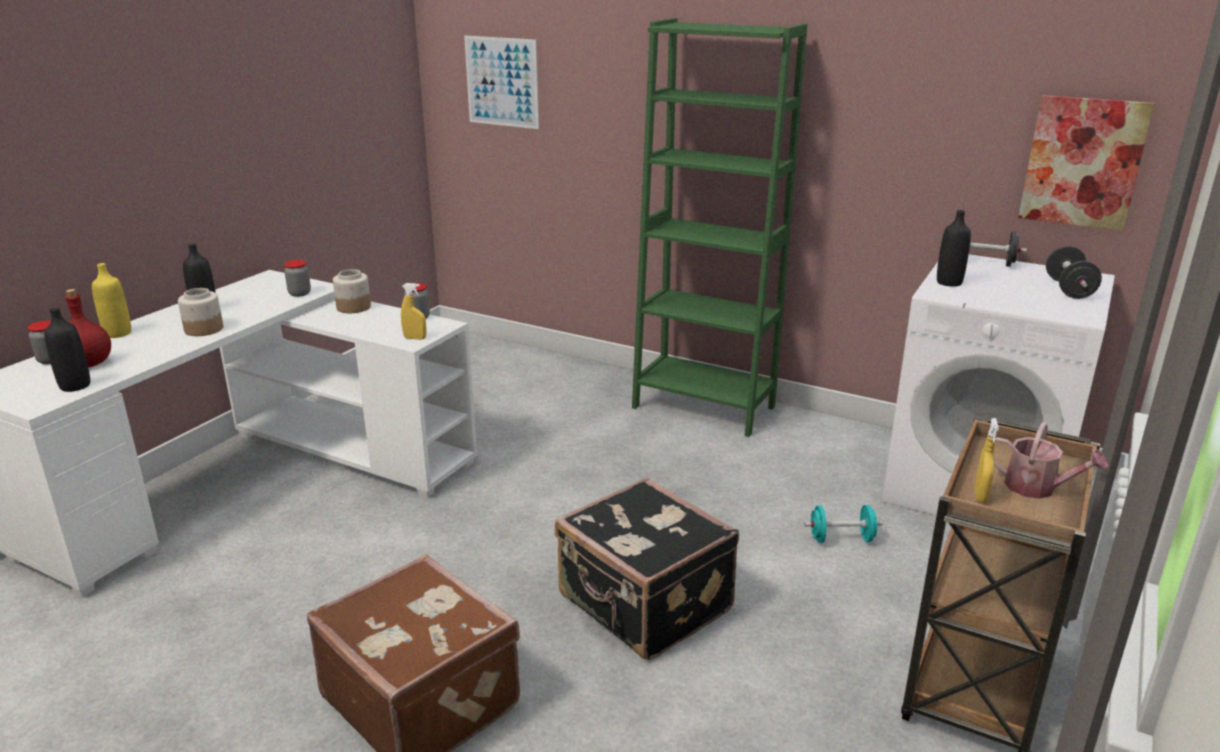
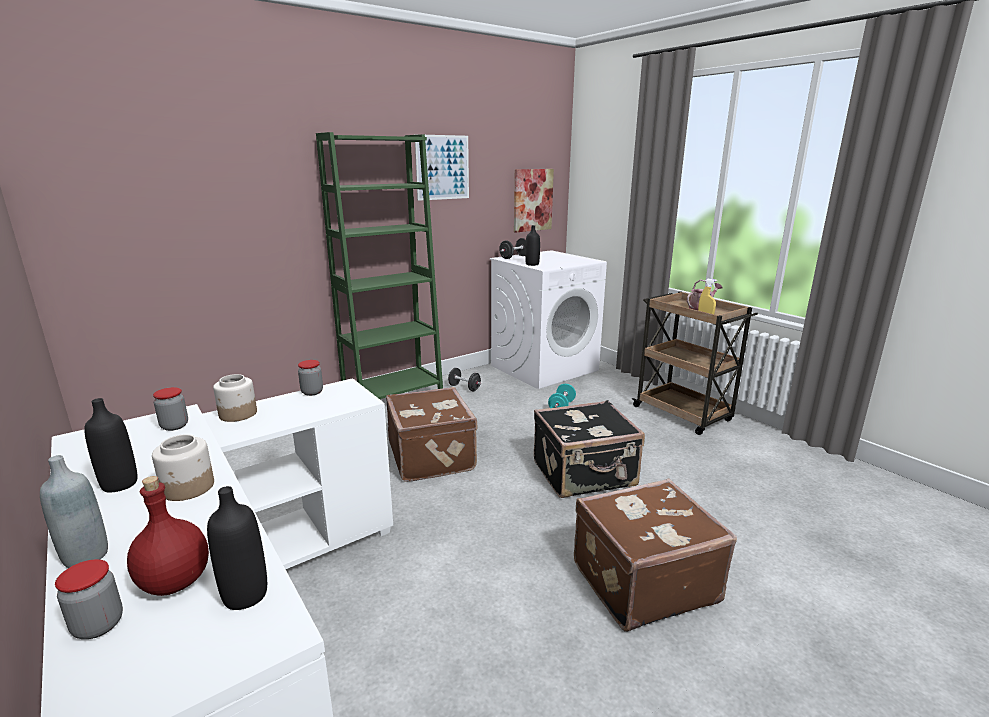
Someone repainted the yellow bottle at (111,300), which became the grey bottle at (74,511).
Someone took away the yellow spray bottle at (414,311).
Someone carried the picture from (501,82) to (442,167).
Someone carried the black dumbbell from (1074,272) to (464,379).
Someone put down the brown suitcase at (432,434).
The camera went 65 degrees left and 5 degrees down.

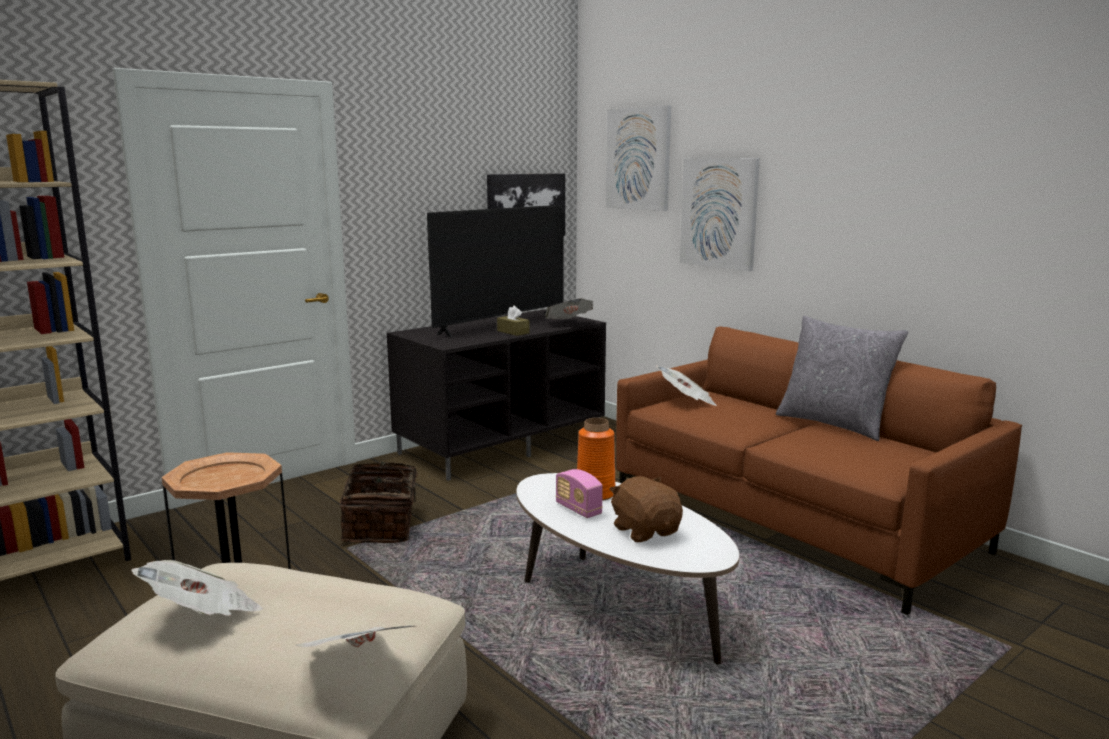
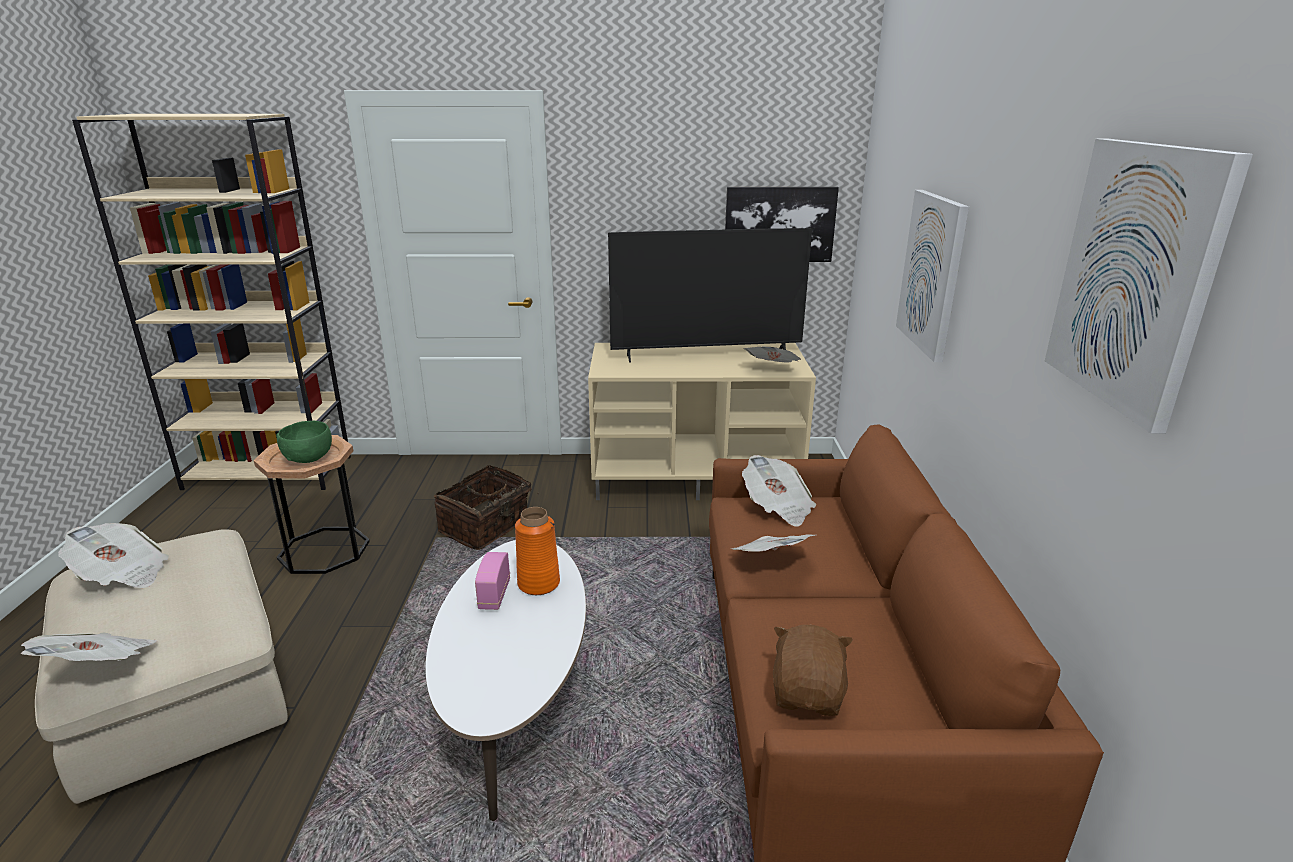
Someone repainted the black tv stand at (496,395), which became the beige tv stand at (702,421).
Someone took away the brown tissue box at (513,321).
Someone carried the picture from (638,158) to (1149,286).
Someone carried the brown plush toy from (646,509) to (813,670).
Someone took away the grey pillow at (842,378).
Someone put down the green bowl at (304,442).
Someone put down the newspaper at (773,543).
The camera went 40 degrees right and 10 degrees up.

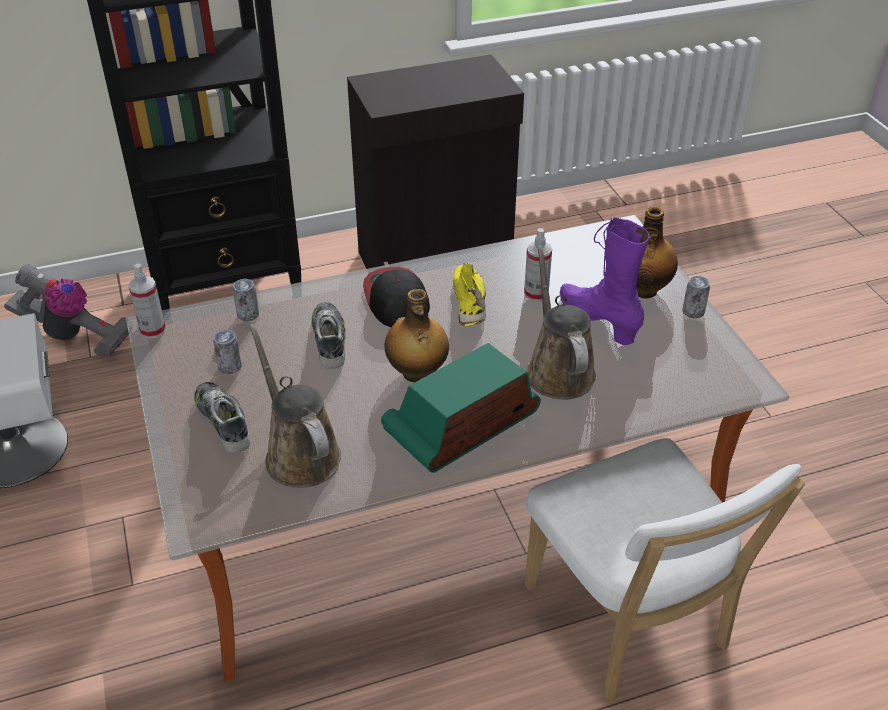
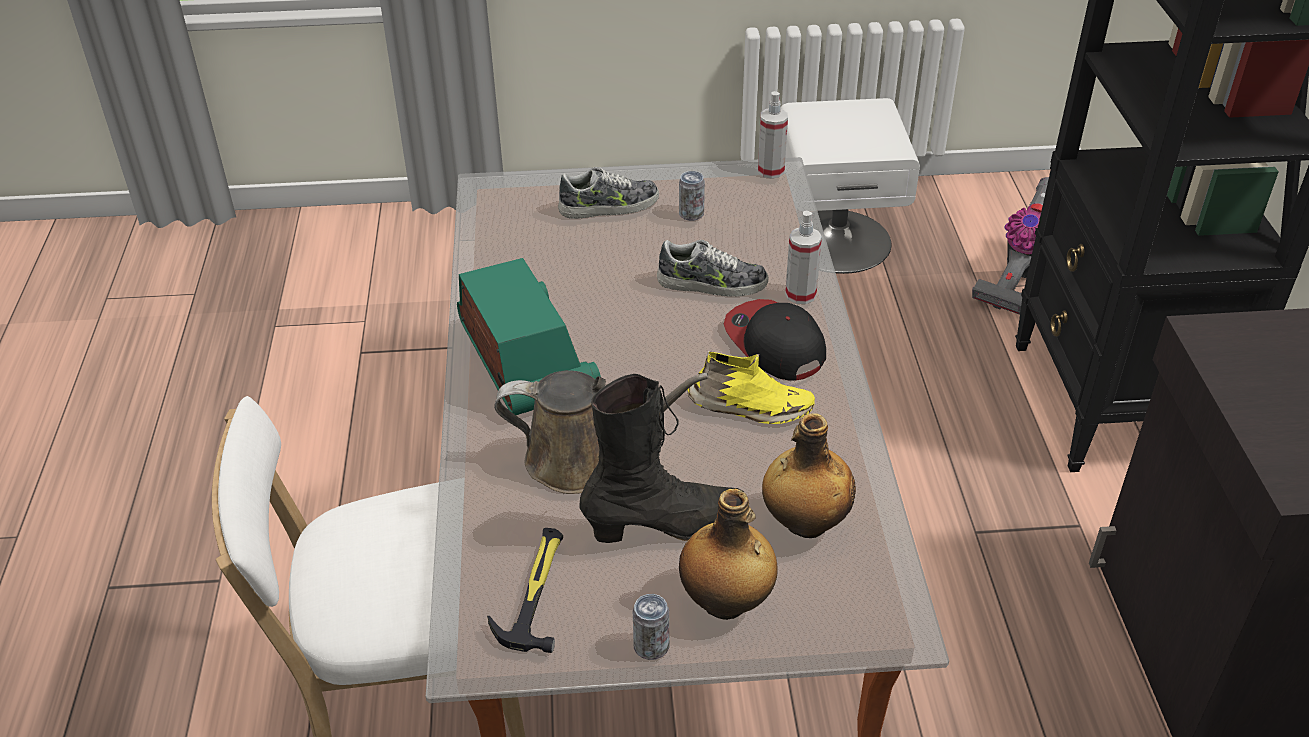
Someone took away the can at (246,300).
Someone took away the brown watering can at (295,406).
Someone rotated the cap at (396,297) by 120 degrees counterclockwise.
Someone carried the bottle from (416,335) to (809,475).
Someone carried the spray bottle from (538,265) to (803,257).
Someone repainted the purple boot at (605,281), which became the black boot at (662,458).
Someone put down the hammer at (525,590).
The camera went 105 degrees right and 0 degrees up.

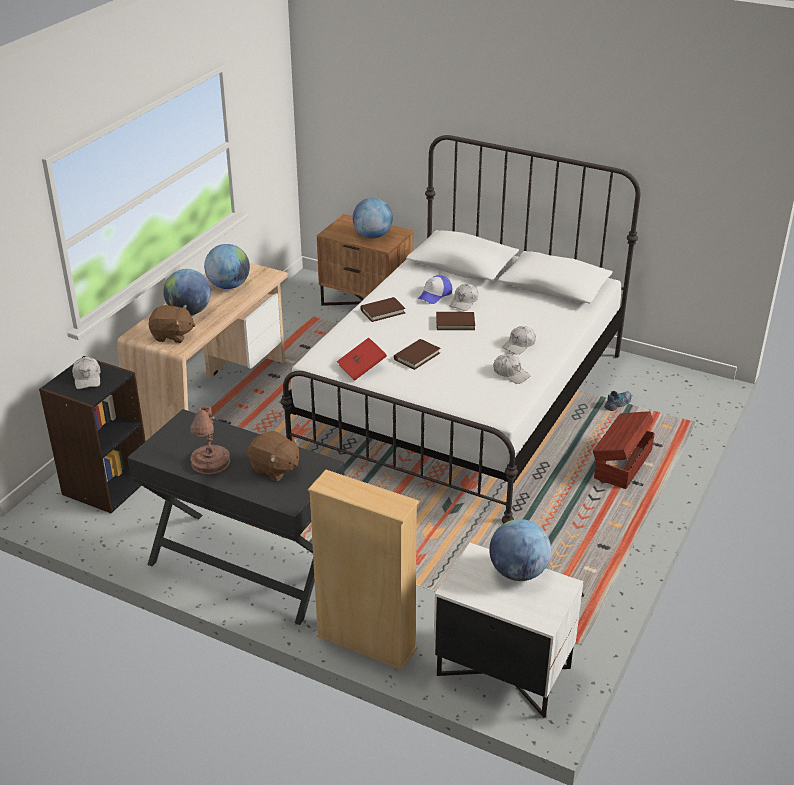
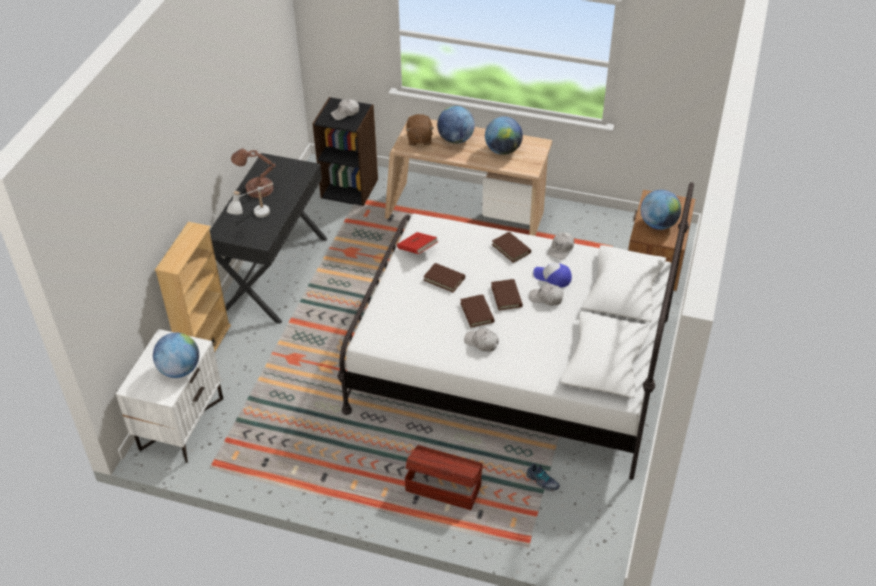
Someone swapped the brown plush toy at (273,456) for the white table lamp at (250,200).
Someone carried the white cap from (512,369) to (561,246).
Someone put down the brown book at (477,311).
The camera went 80 degrees right and 10 degrees up.

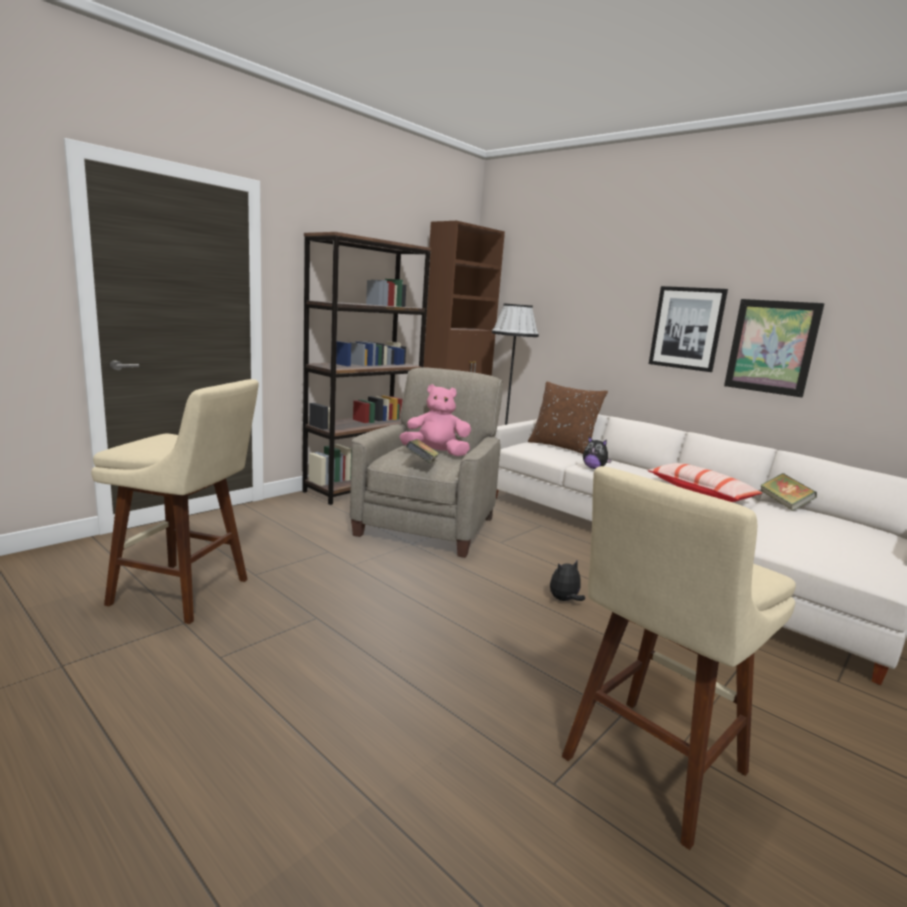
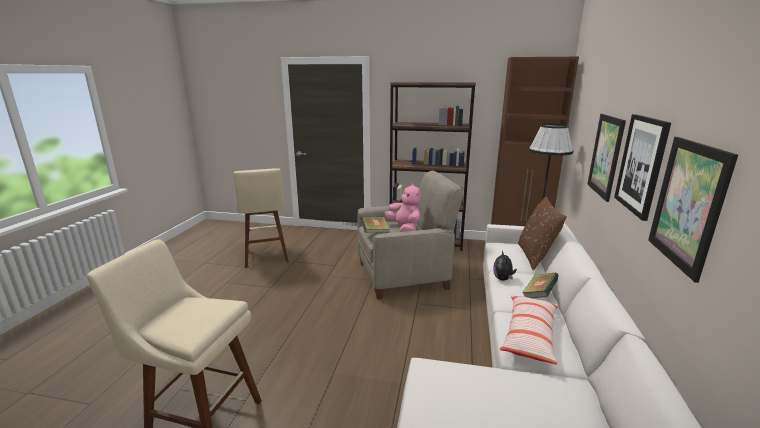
Someone took away the plush toy at (567,580).
Someone carried the book from (788,492) to (540,285).
Someone put up the picture at (606,158).
The camera went 60 degrees right and 5 degrees up.

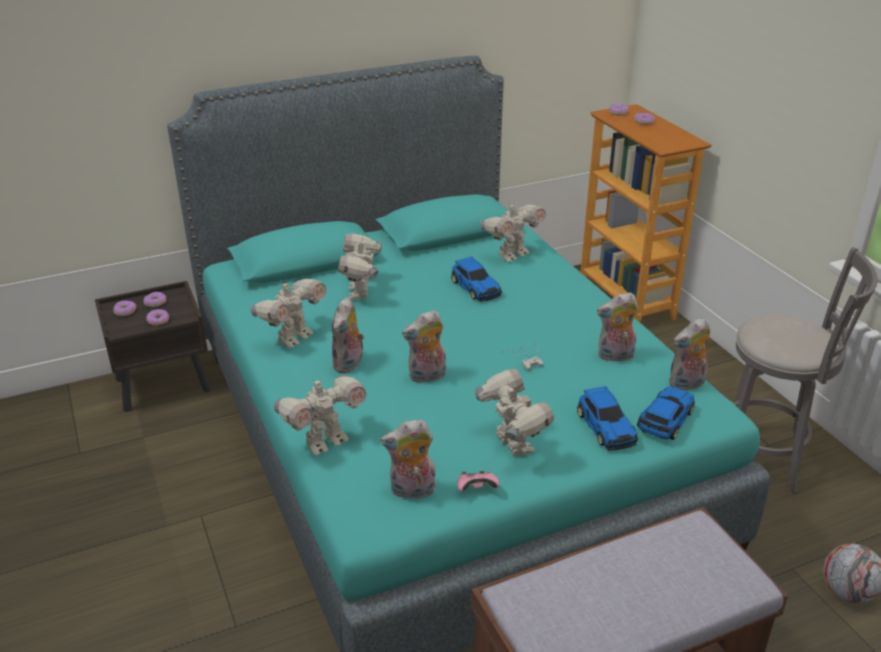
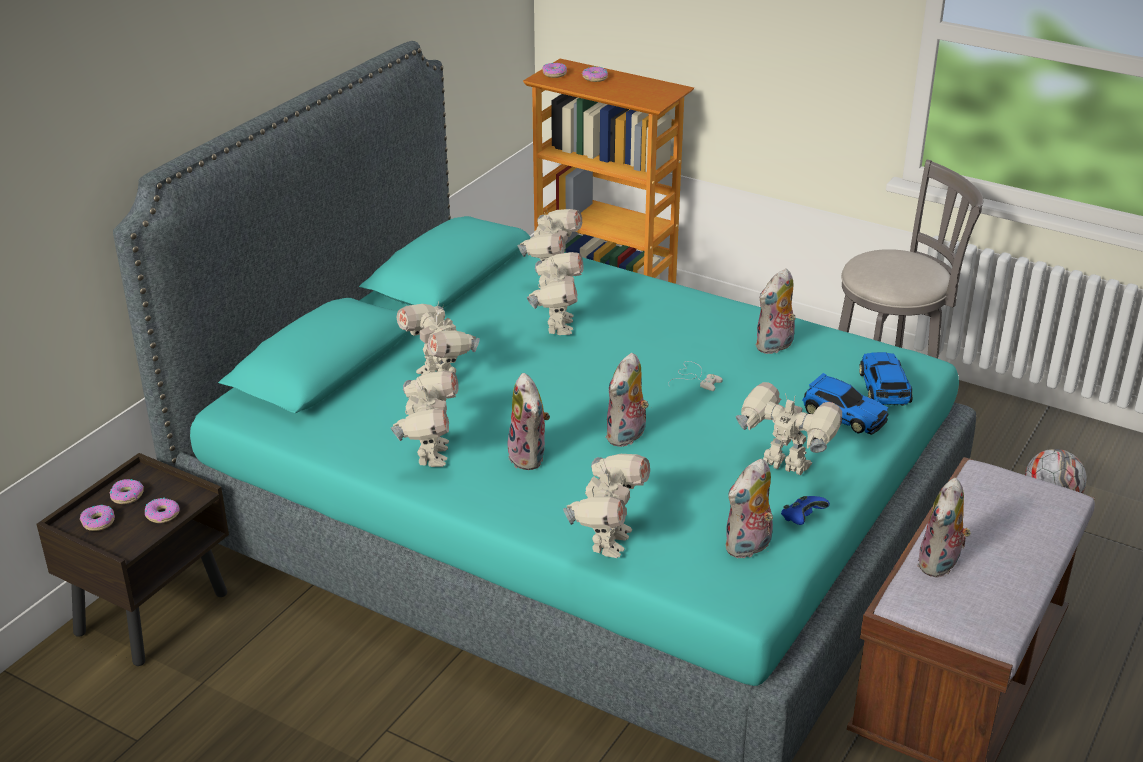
Someone swapped the toy car at (476,279) for the toy robot at (555,293).
Someone repainted the pink game controller at (479,481), which became the blue game controller at (805,510).
Someone carried the plush toy from (689,354) to (944,528).
The camera went 35 degrees left and 0 degrees up.

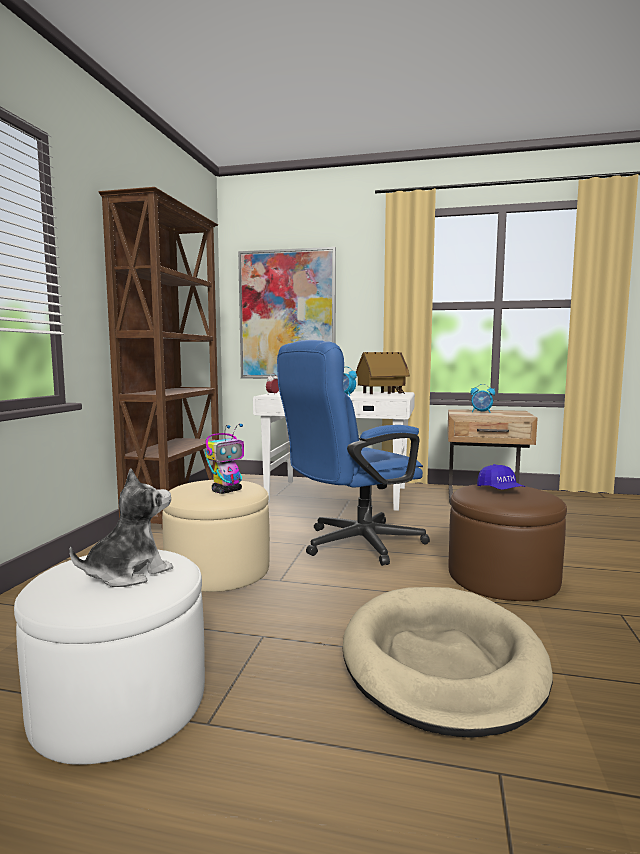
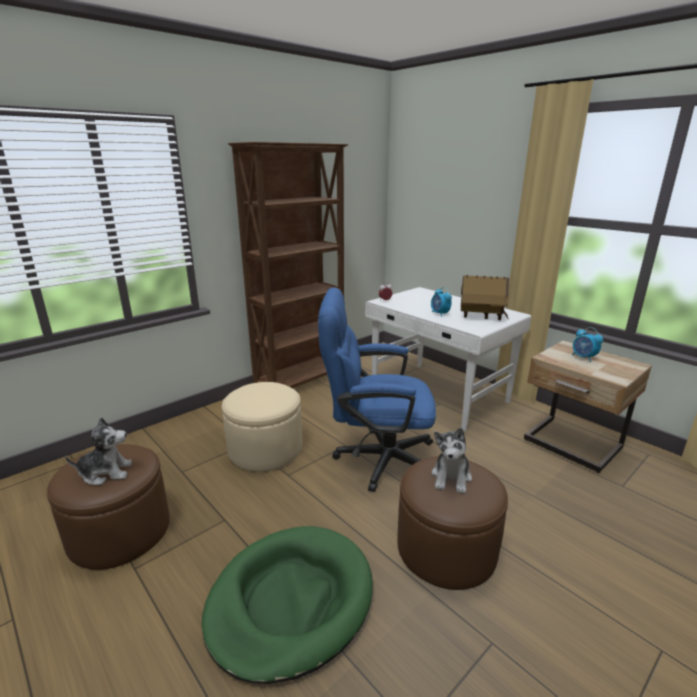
Someone repainted the white ottoman at (109,657), which became the brown ottoman at (108,507).
Someone took away the toy robot at (224,459).
Someone took away the picture at (287,313).
Someone repainted the beige dog bed at (448,662), which became the green dog bed at (287,605).
Someone swapped the blue cap at (501,477) for the plush toy at (452,460).
The camera went 35 degrees right and 15 degrees up.

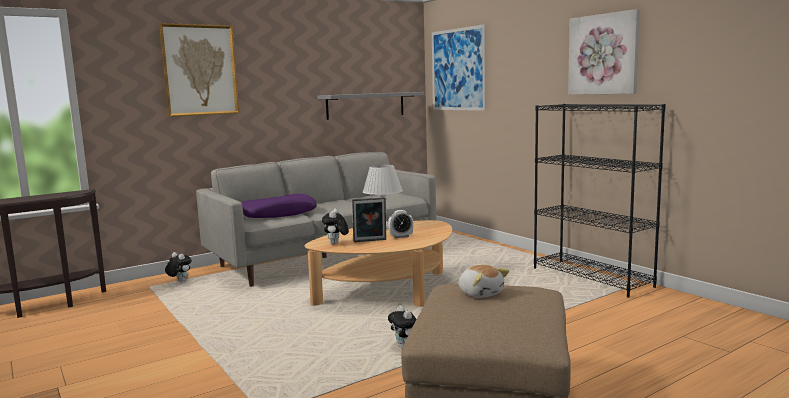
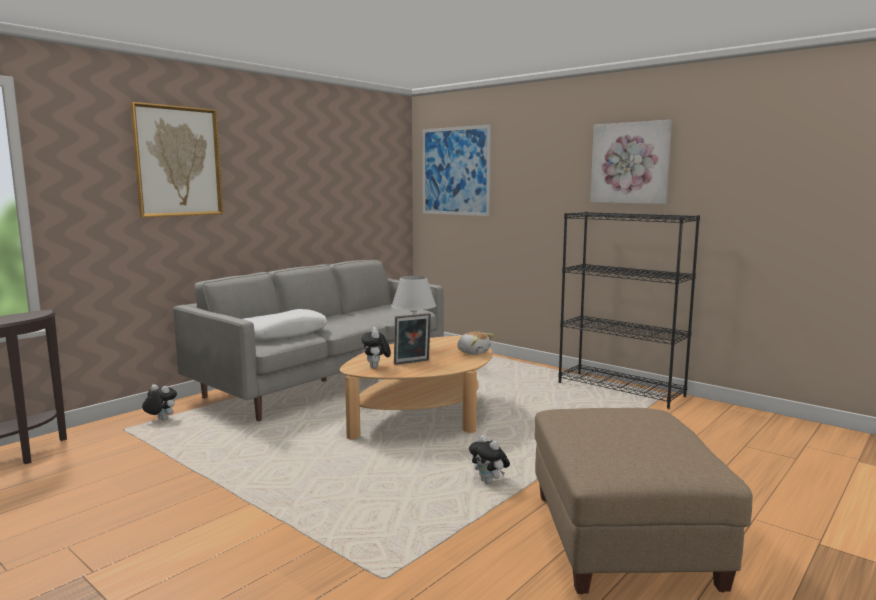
Someone repainted the purple pillow at (279,206), which became the white pillow at (285,324).
Someone took away the grey shelf at (370,106).
Someone took away the alarm clock at (401,224).
Someone carried the plush toy from (484,281) to (475,343).
The camera went 15 degrees left and 0 degrees up.

